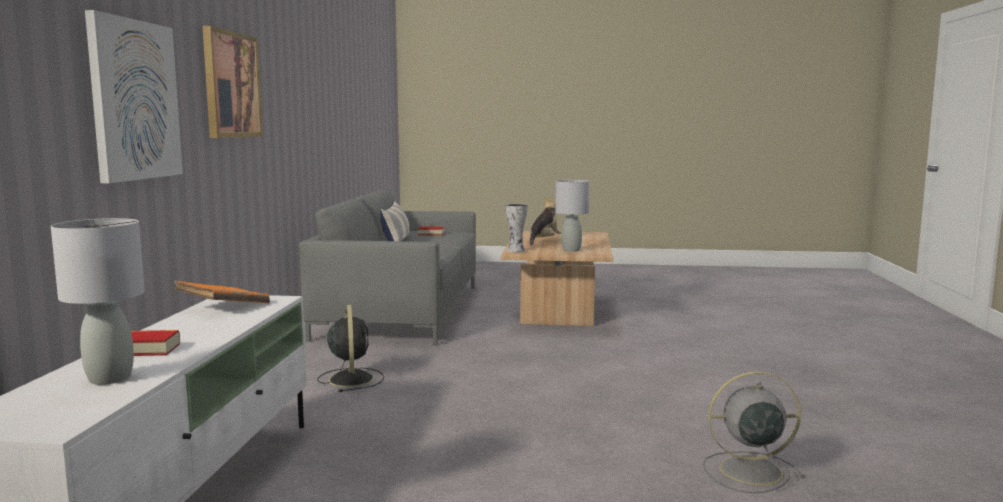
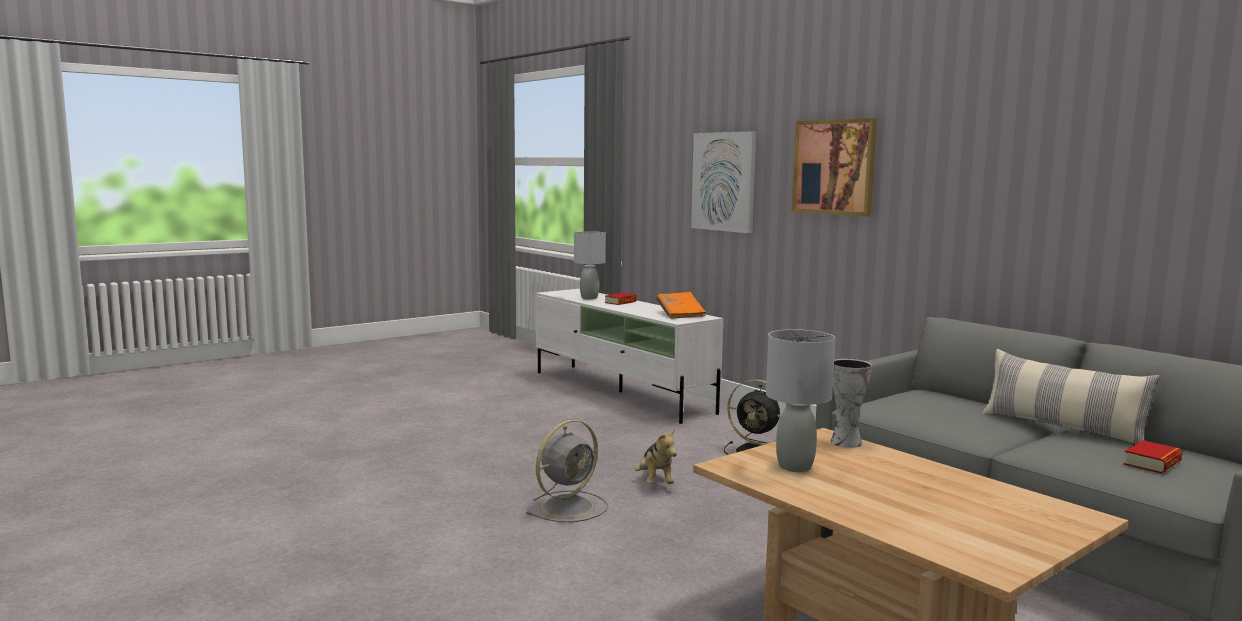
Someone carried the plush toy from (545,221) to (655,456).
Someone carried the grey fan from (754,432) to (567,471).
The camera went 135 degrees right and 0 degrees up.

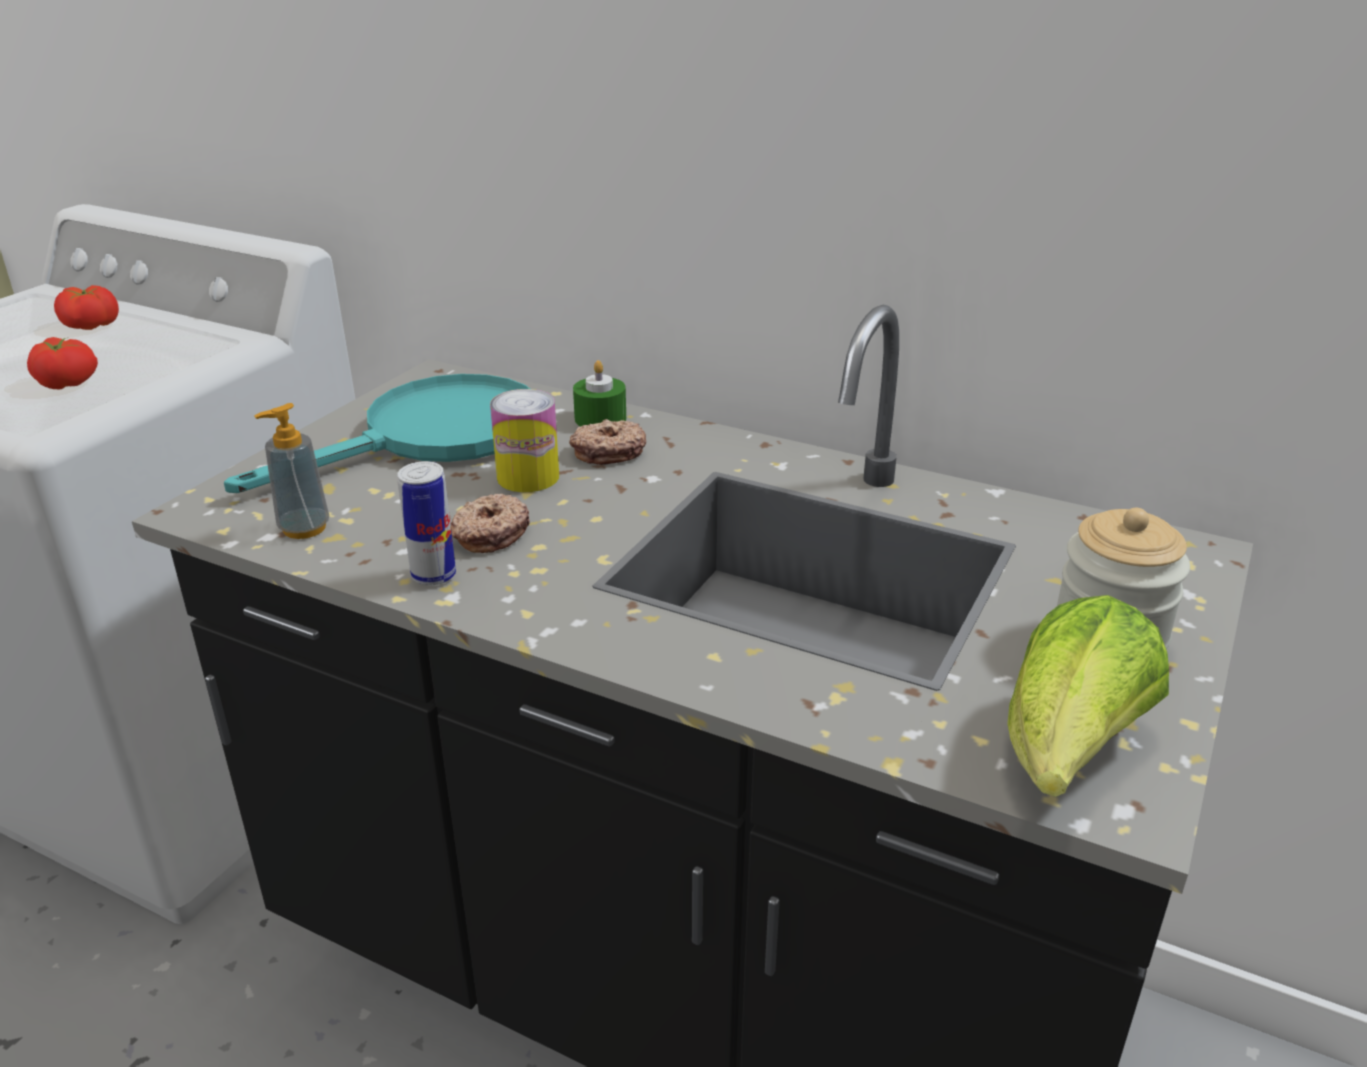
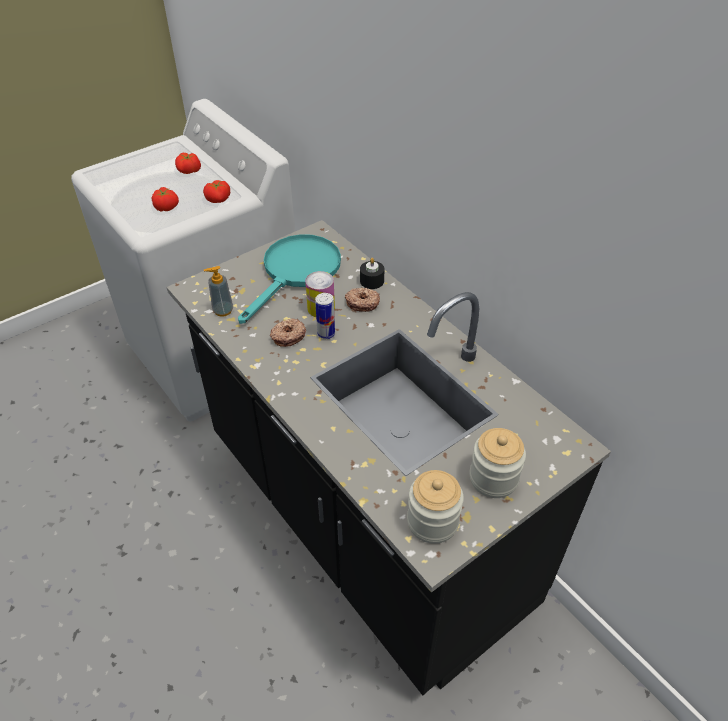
Someone rotated the turquoise frying pan at (377,433) by 45 degrees counterclockwise.
Someone carried the can from (426,523) to (325,316).
Someone repainted the green candle at (599,393), which became the black candle at (372,273).
Someone swapped the lettuce at (1088,696) for the jar at (435,507).
Someone put down the tomato at (216,191).
The camera went 25 degrees right and 15 degrees up.

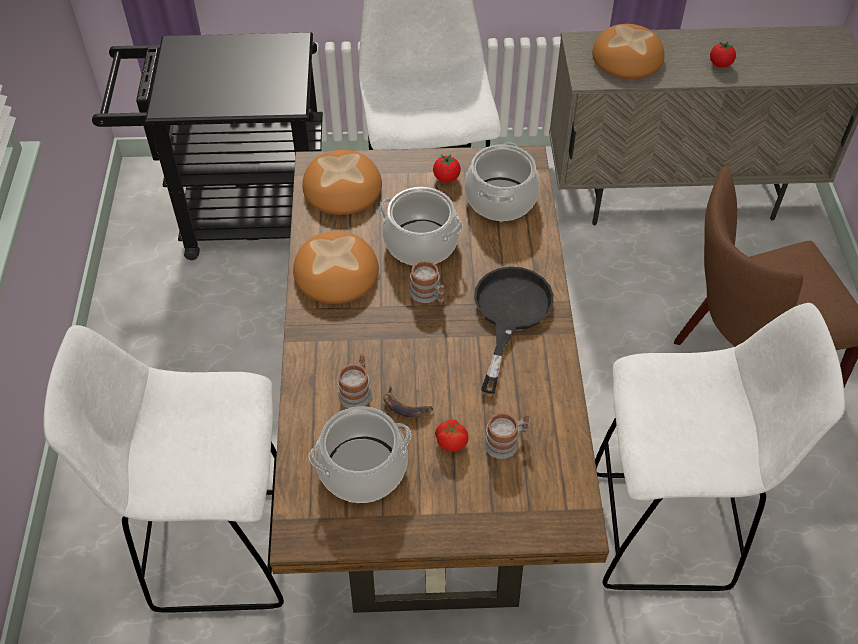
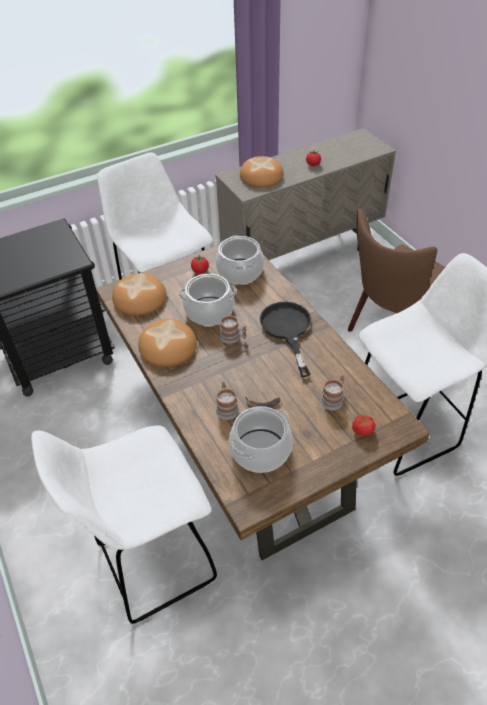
Someone carried the tomato from (452,435) to (364,425).
The camera went 25 degrees left and 5 degrees down.

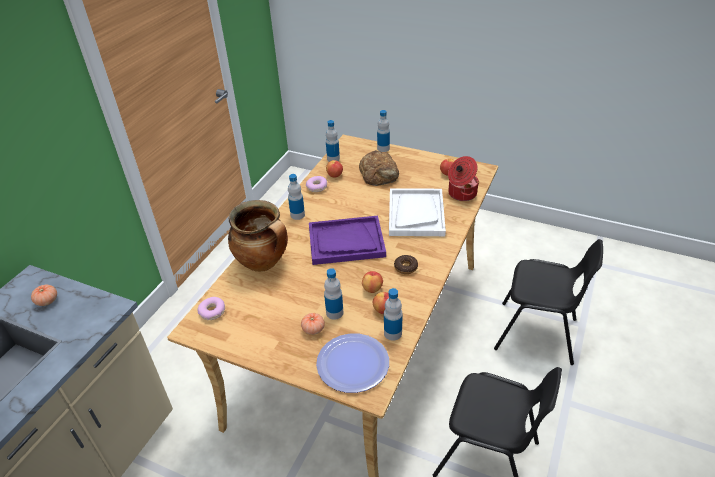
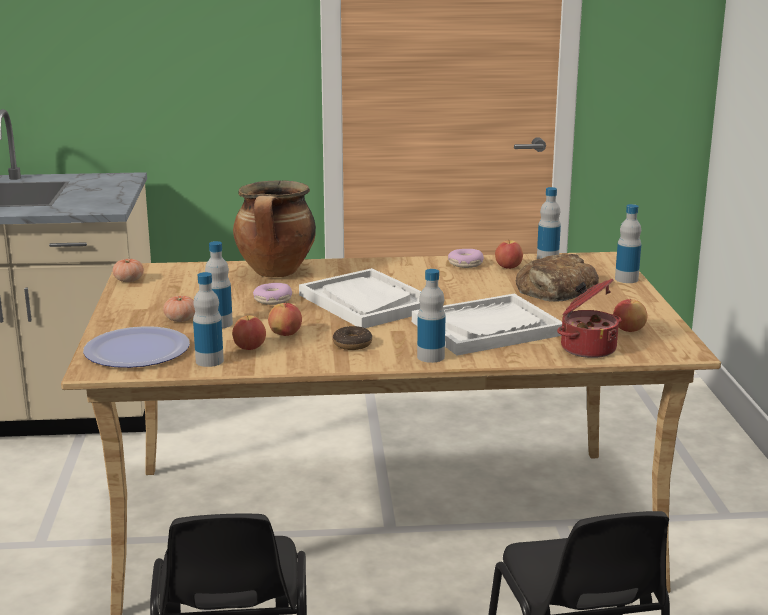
Someone carried the tomato from (44,295) to (128,270).
Someone carried the donut from (211,308) to (272,294).
Someone carried the bottle from (296,197) to (431,316).
Someone repainted the purple tray at (347,240), which became the white tray at (360,298).
The camera went 60 degrees right and 20 degrees down.

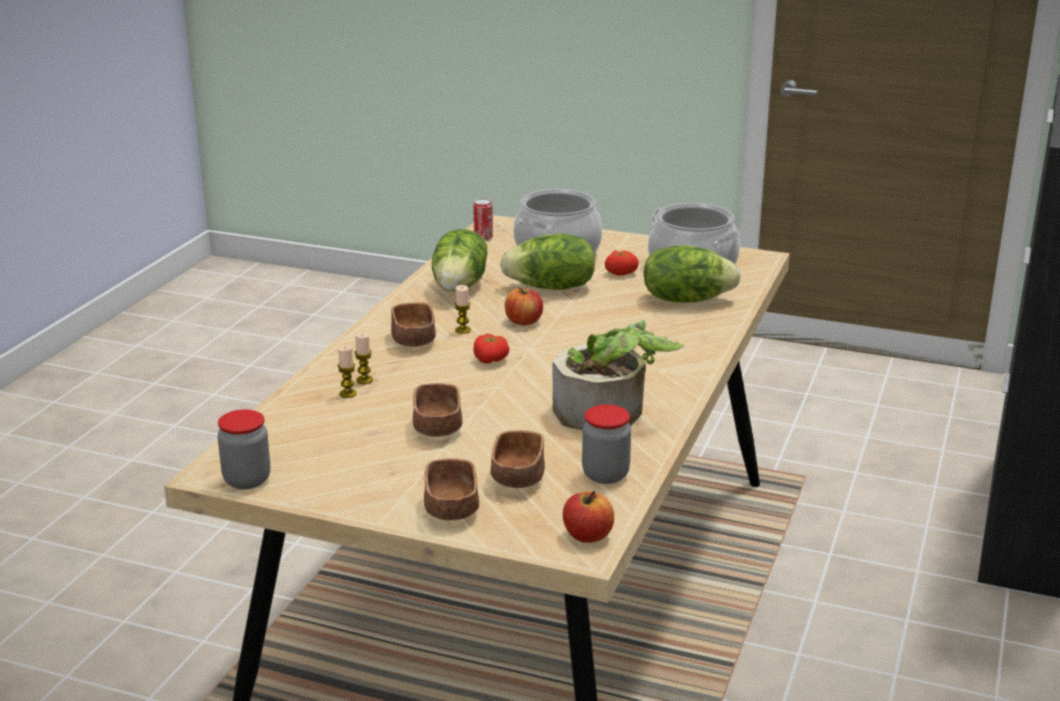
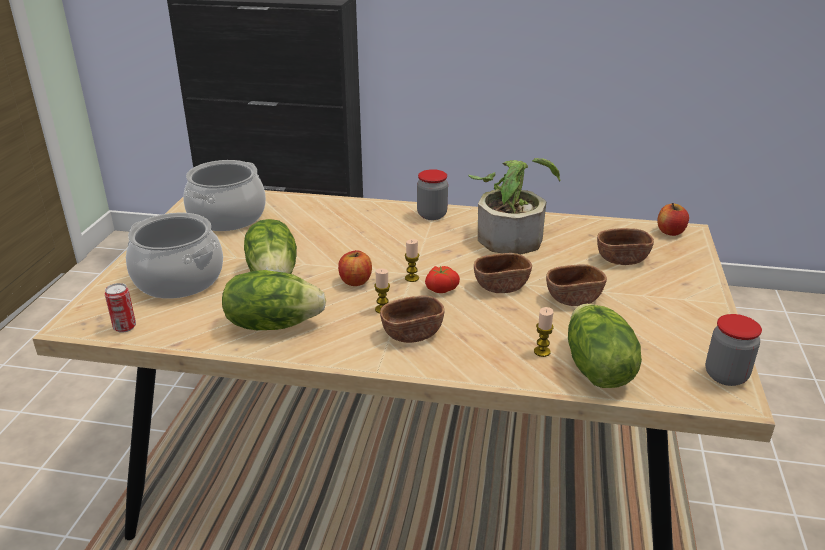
Someone carried the candle from (363,358) to (412,260).
Someone carried the brown bowl from (451,489) to (503,273).
Someone carried the jar from (606,444) to (432,194).
Someone took away the tomato at (622,263).
Someone carried the lettuce from (692,274) to (605,346).
The camera went 100 degrees left and 5 degrees up.

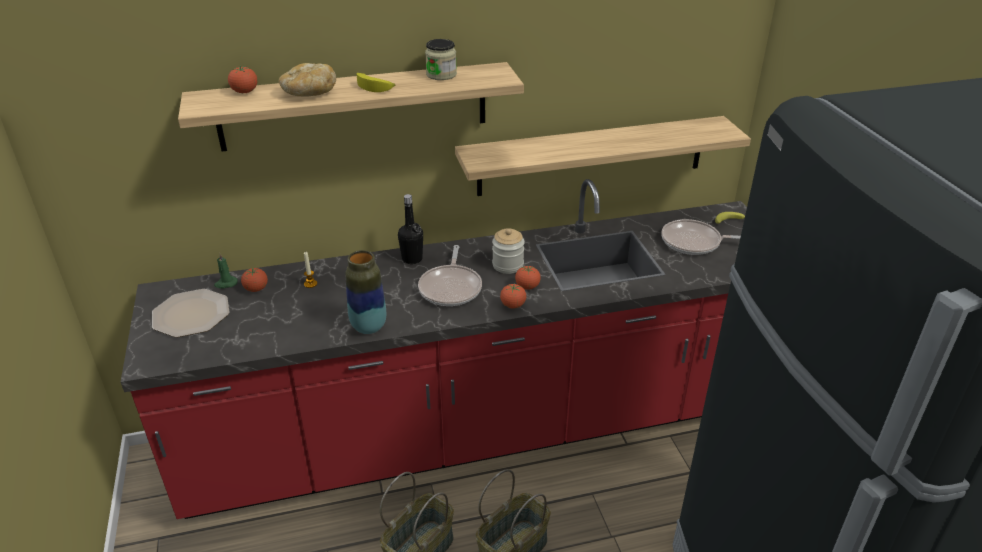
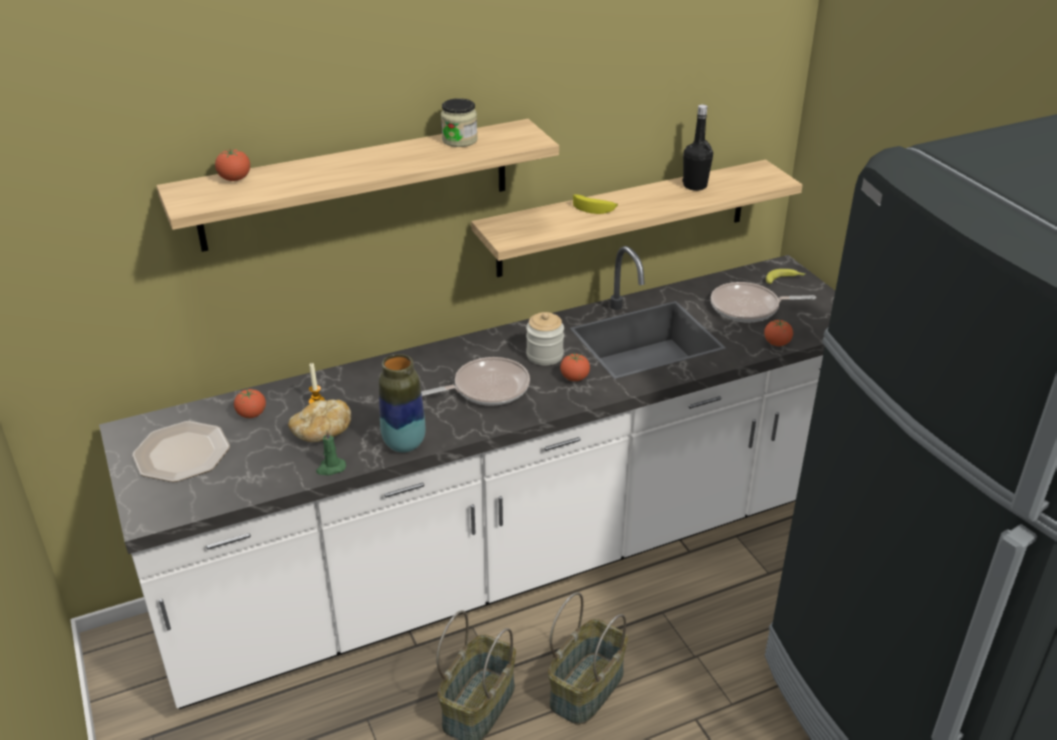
Someone repainted the red counter at (434,349), which became the white counter at (467,477).
Someone carried the green candle from (226,270) to (331,452).
Someone carried the bread from (307,80) to (319,421).
Someone carried the banana from (376,82) to (595,204).
Someone carried the black bottle from (410,229) to (698,147).
Someone rotated the frying pan at (450,275) by 105 degrees counterclockwise.
Someone carried the tomato from (513,296) to (778,333).
The camera went 10 degrees left and 0 degrees up.

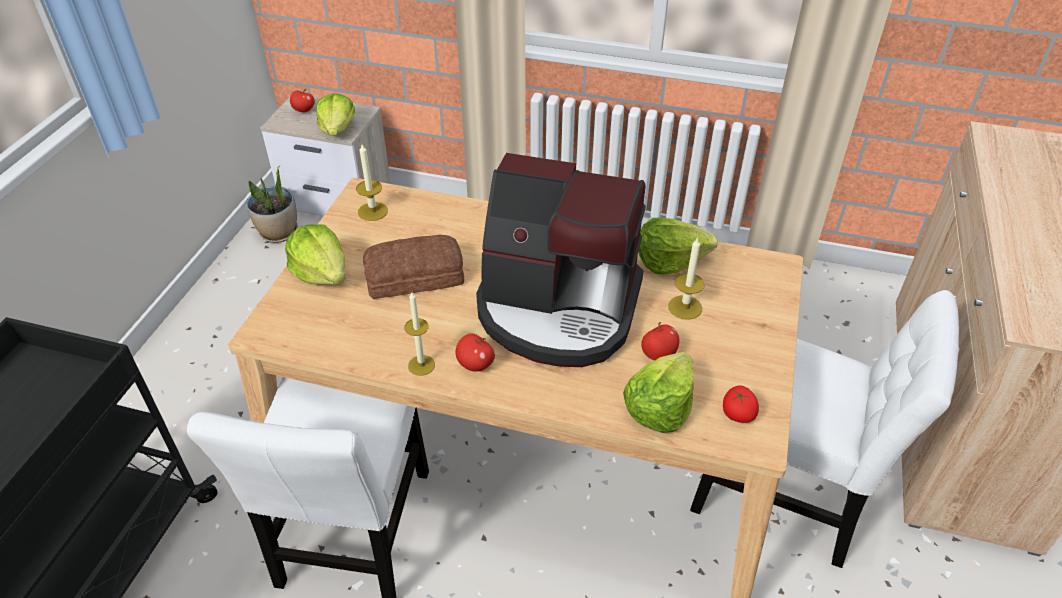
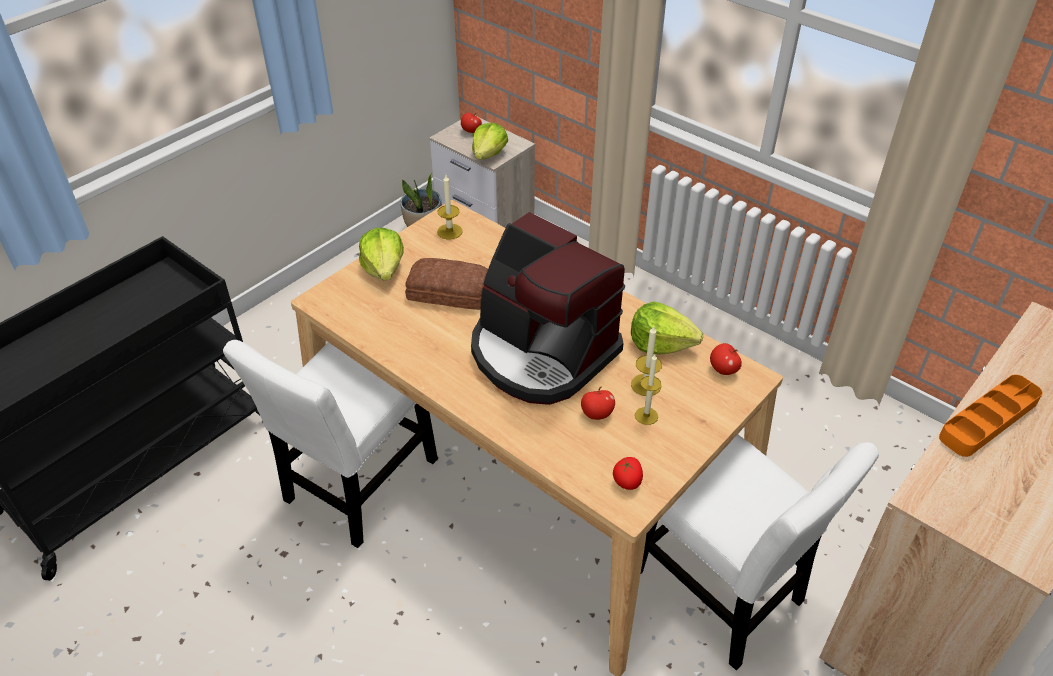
Someone carried the candle from (419,334) to (648,389).
Someone carried the apple from (475,353) to (726,359).
Someone took away the lettuce at (658,392).
Someone put down the orange tray at (991,416).
The camera went 25 degrees right and 0 degrees up.

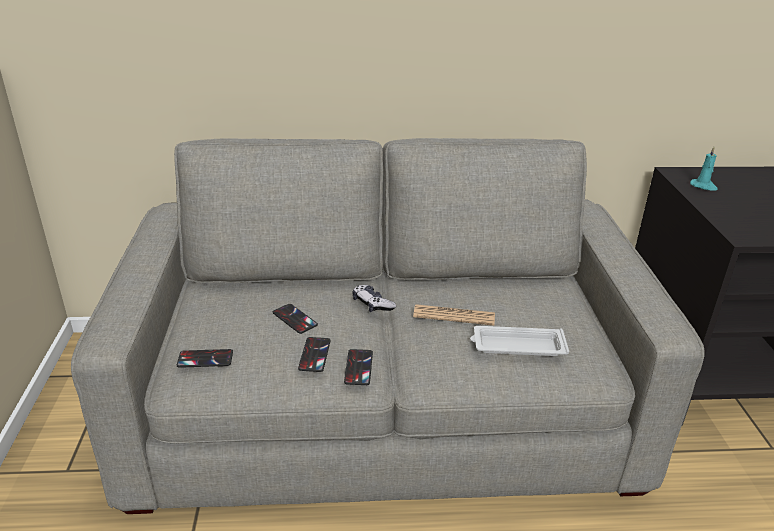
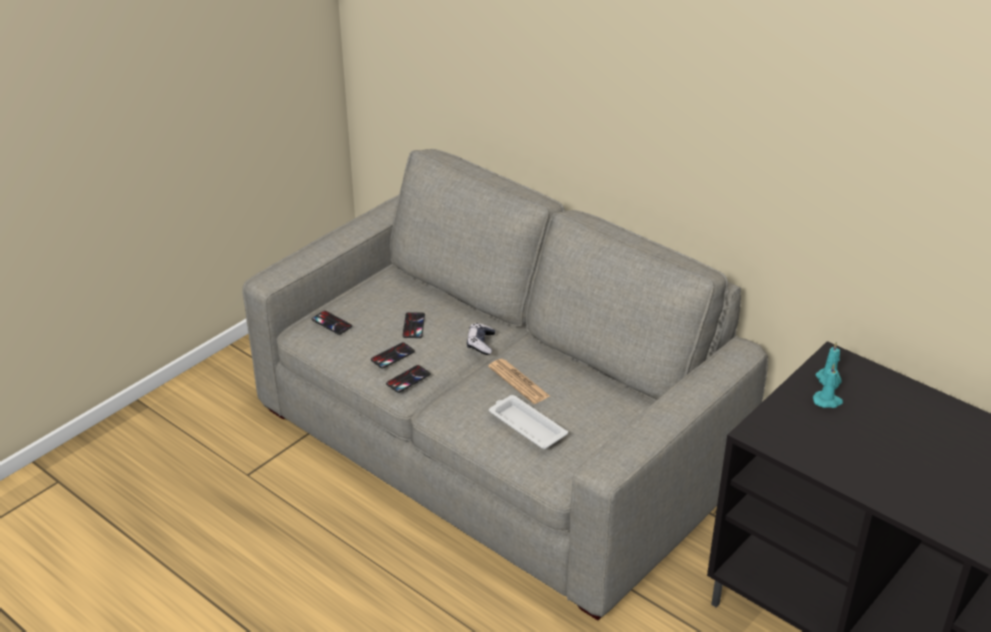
Someone put down the turquoise candle at (828,385).
The camera went 45 degrees right and 5 degrees up.

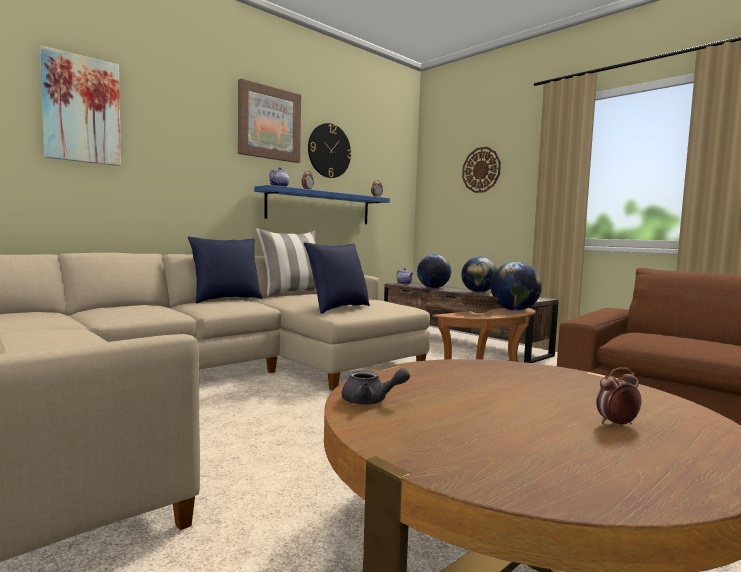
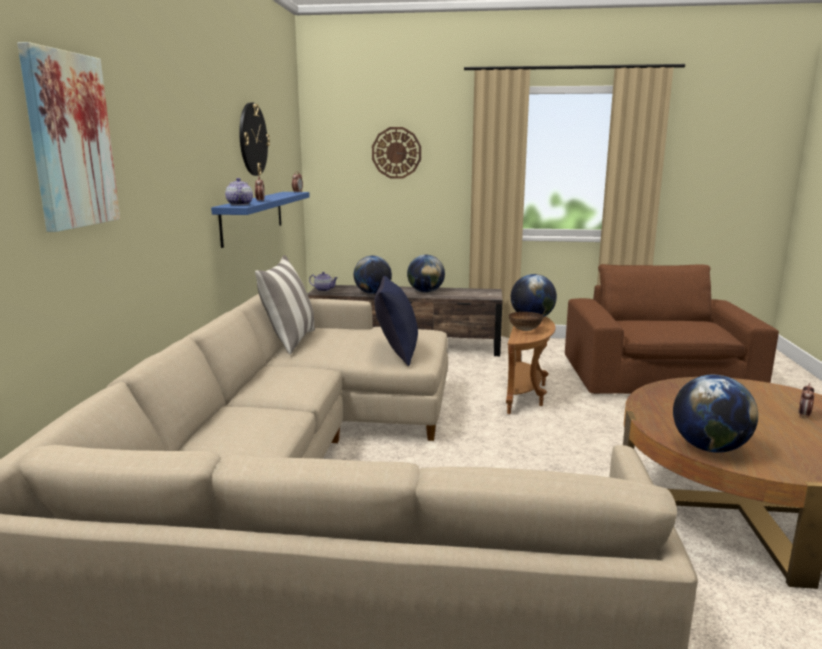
Someone took away the blue pillow at (225,270).
Someone took away the picture at (269,121).
Someone swapped the grey teapot at (376,386) for the globe at (715,414).
The camera went 40 degrees left and 10 degrees up.

